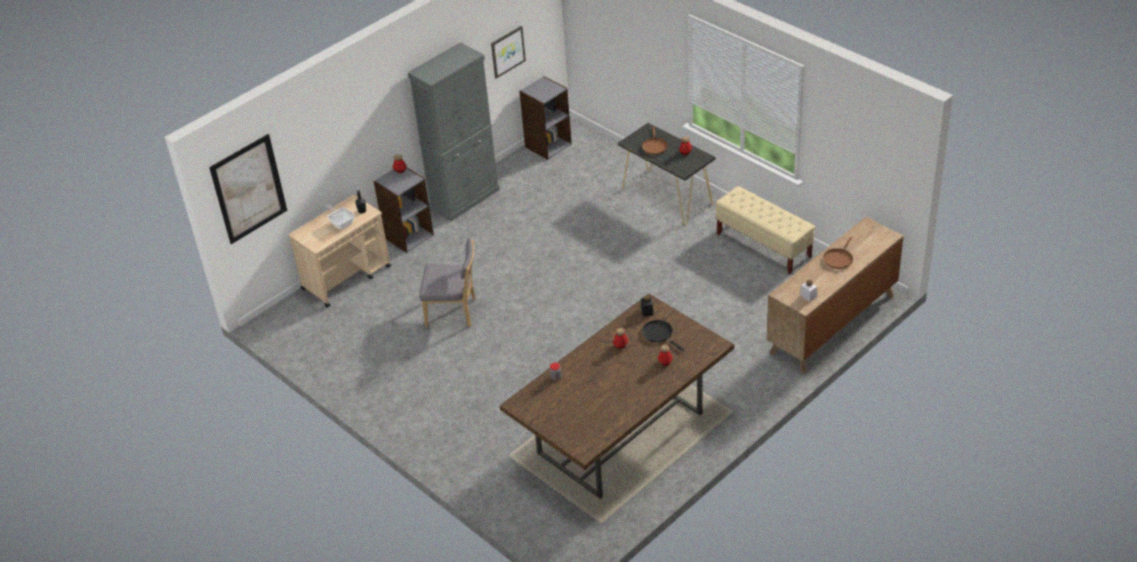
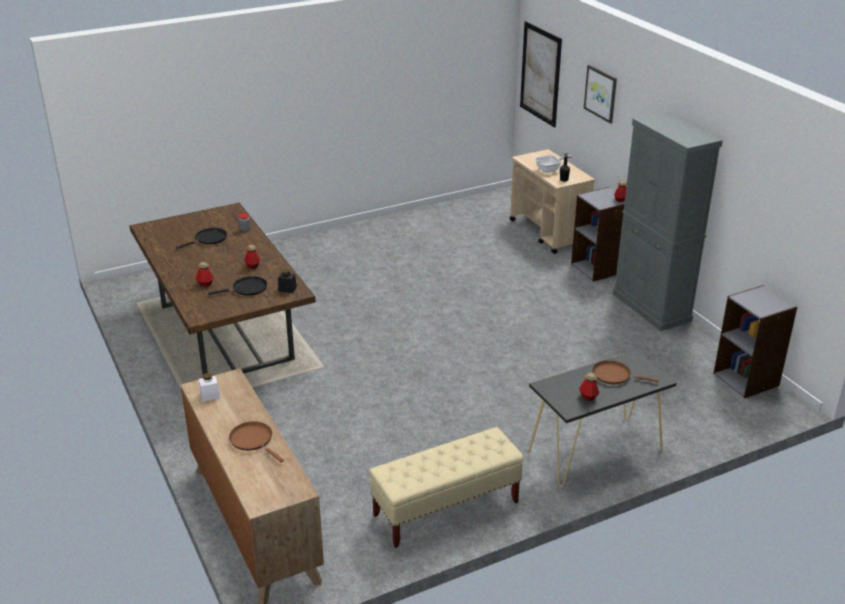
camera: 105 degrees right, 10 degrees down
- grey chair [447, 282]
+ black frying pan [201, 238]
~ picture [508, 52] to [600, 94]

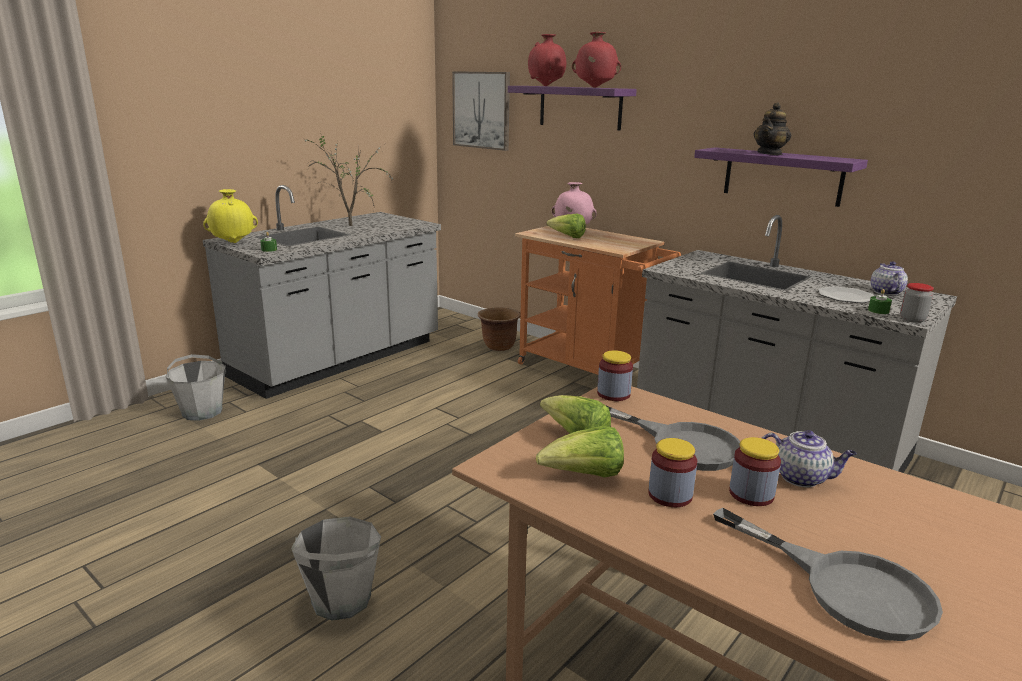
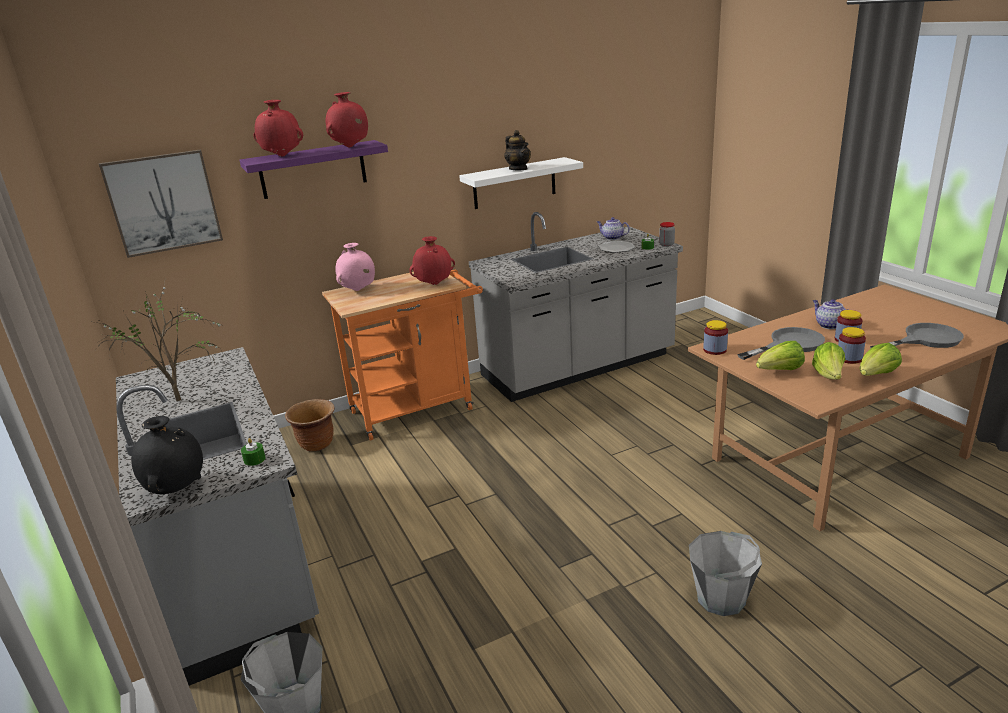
camera: 65 degrees left, 5 degrees up
+ red vase [432, 260]
~ lettuce [566, 226] to [881, 359]
~ yellow vase [230, 216] to black vase [167, 455]
~ purple shelf [781, 177] to white shelf [521, 183]
~ teapot [809, 458] = [830, 314] 75 degrees counterclockwise

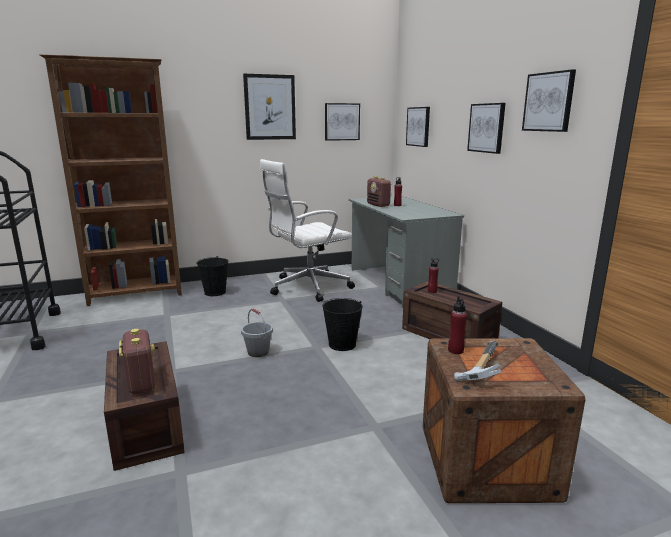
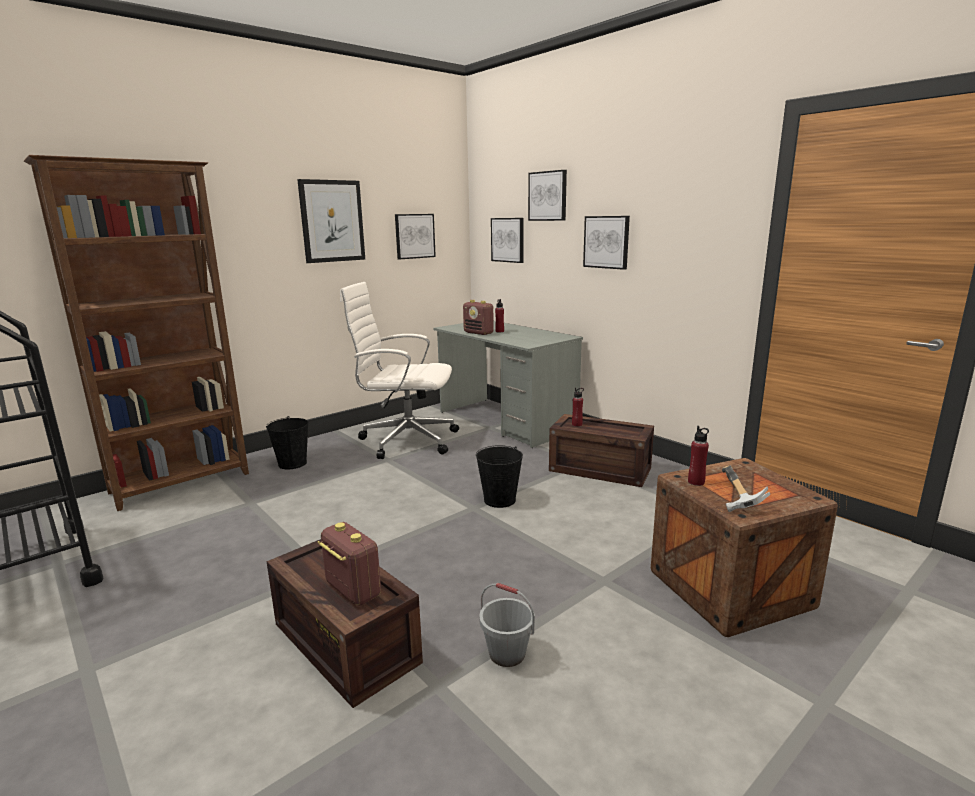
camera: 20 degrees left, 0 degrees up
~ grey bucket [257, 332] to [507, 625]
~ picture [549, 100] to [547, 195]
~ white office chair [307, 230] = [399, 370] 60 degrees clockwise

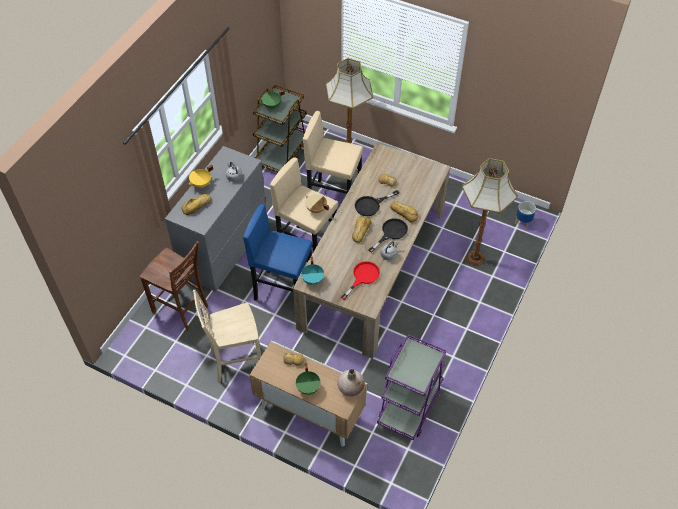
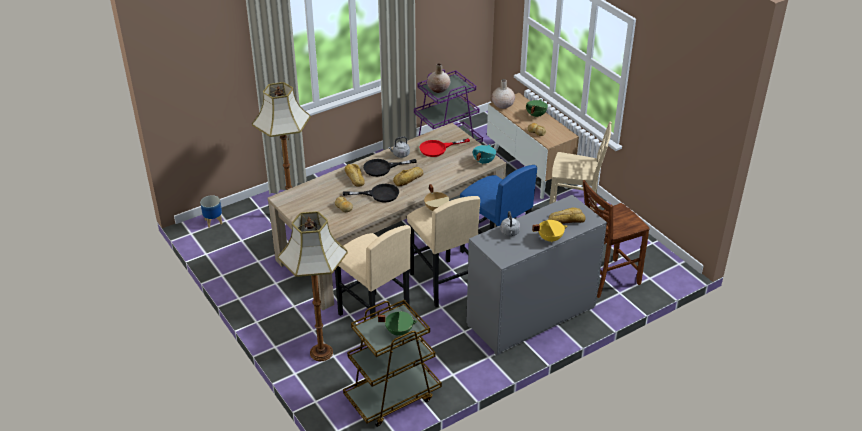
camera: 150 degrees left, 15 degrees down
+ beige vase [438, 78]
~ brown chair [174, 285] = [616, 239] 90 degrees counterclockwise

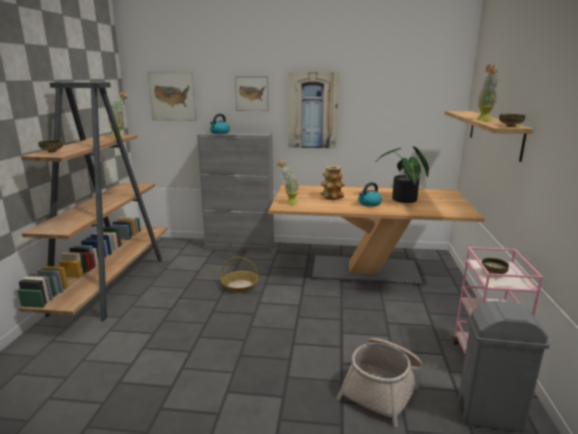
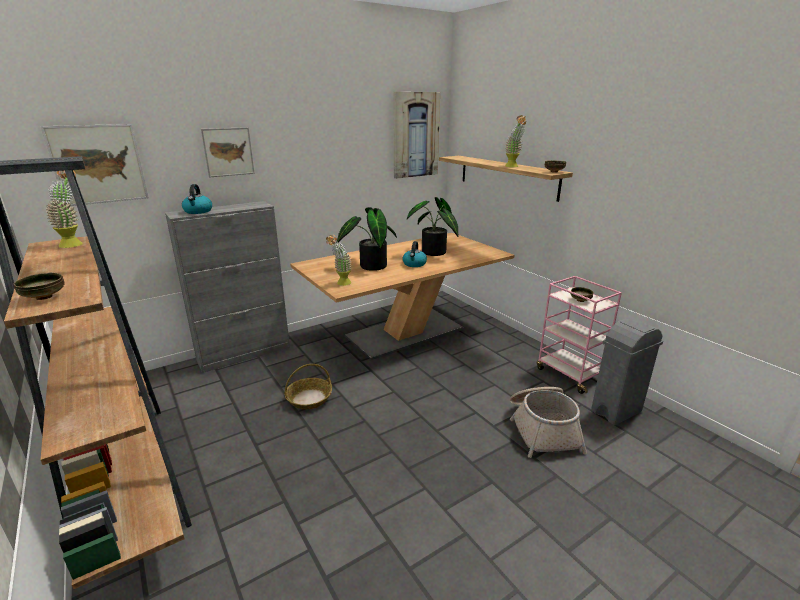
camera: 40 degrees left, 5 degrees up
~ picture [313, 110] to [416, 135]
~ vase [332, 183] to potted plant [367, 239]

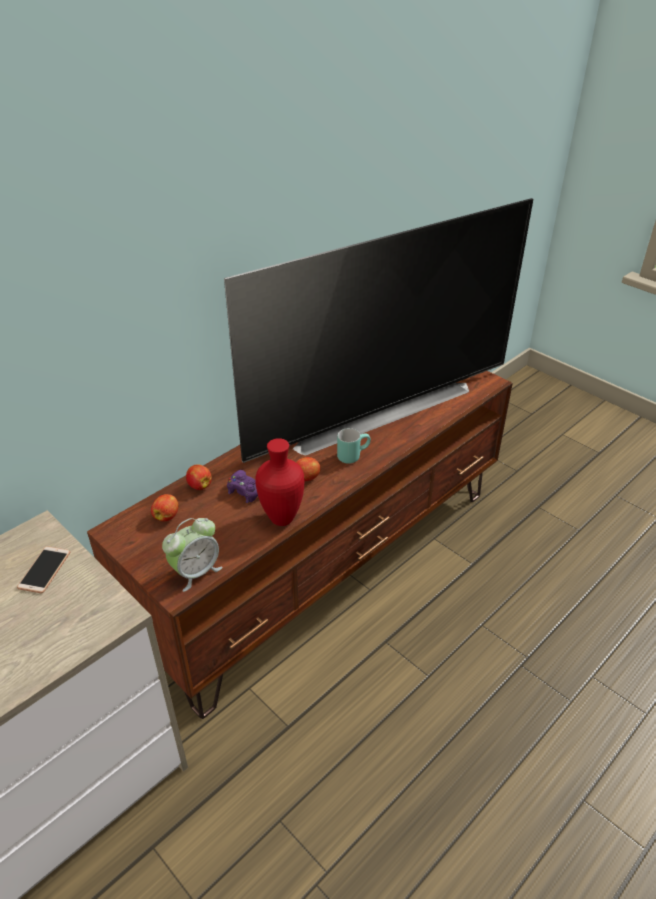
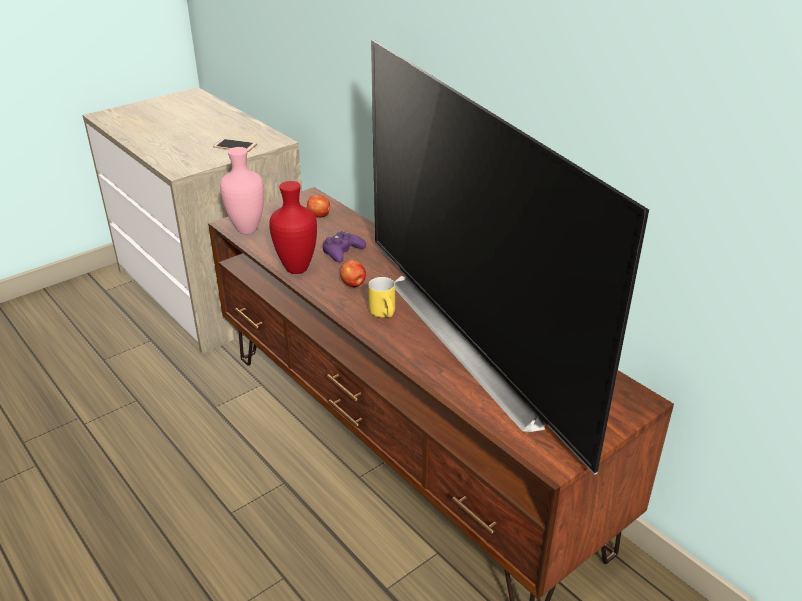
camera: 95 degrees right, 5 degrees down
- apple [199, 477]
~ alarm clock [192, 555] to pink vase [242, 190]
~ turquoise mug [354, 446] to yellow mug [381, 297]

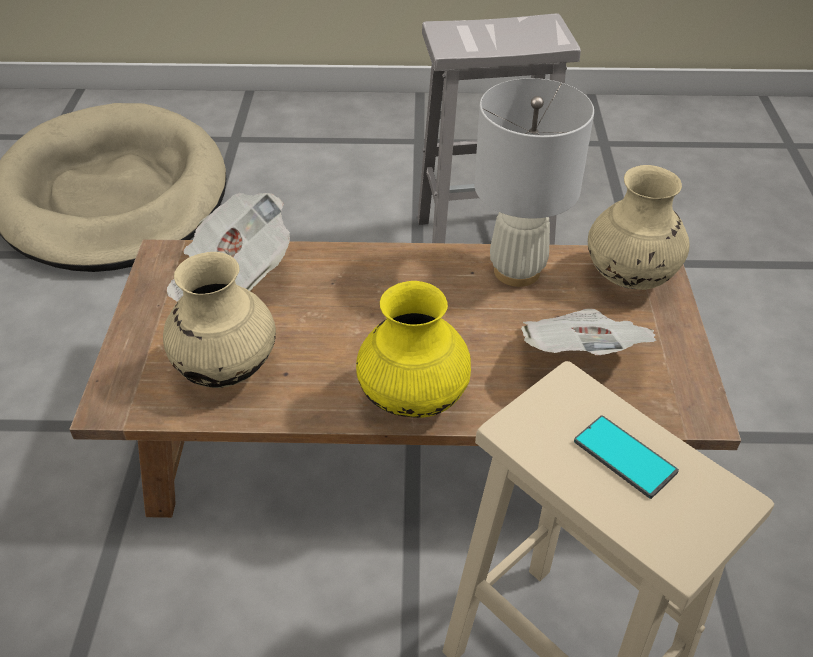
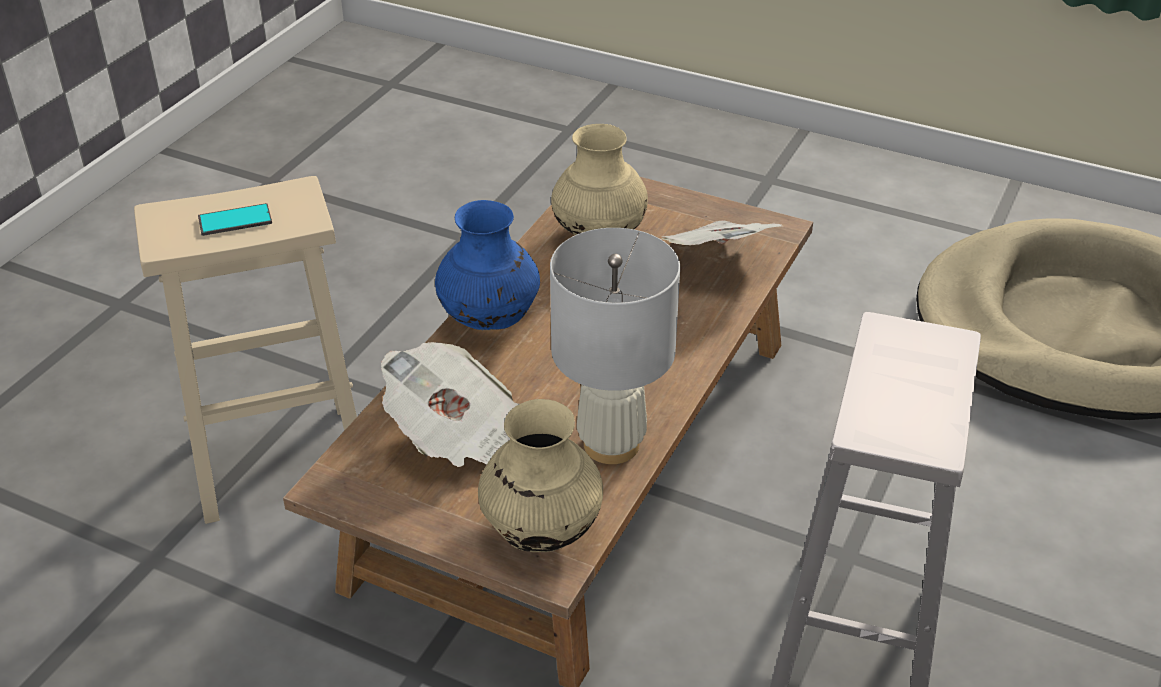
camera: 115 degrees right, 5 degrees down
~ yellow vase [413, 349] to blue vase [487, 265]

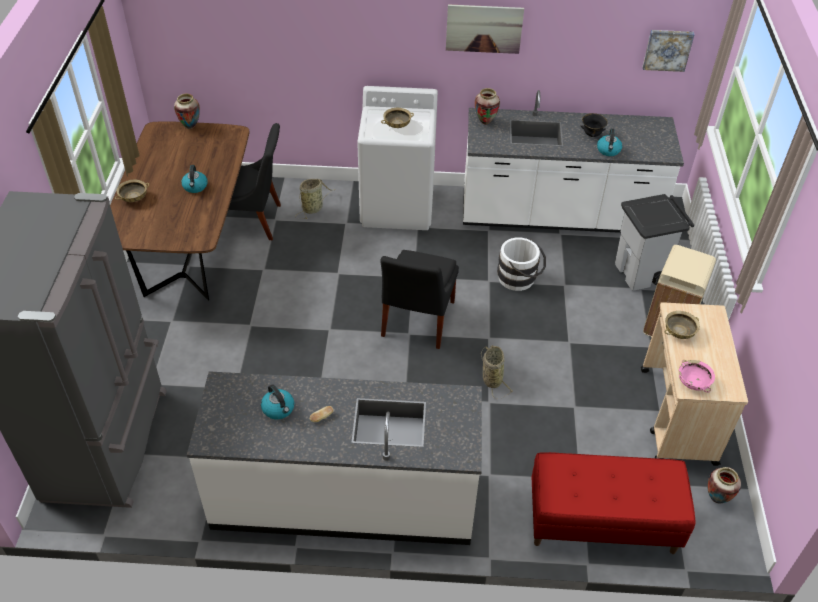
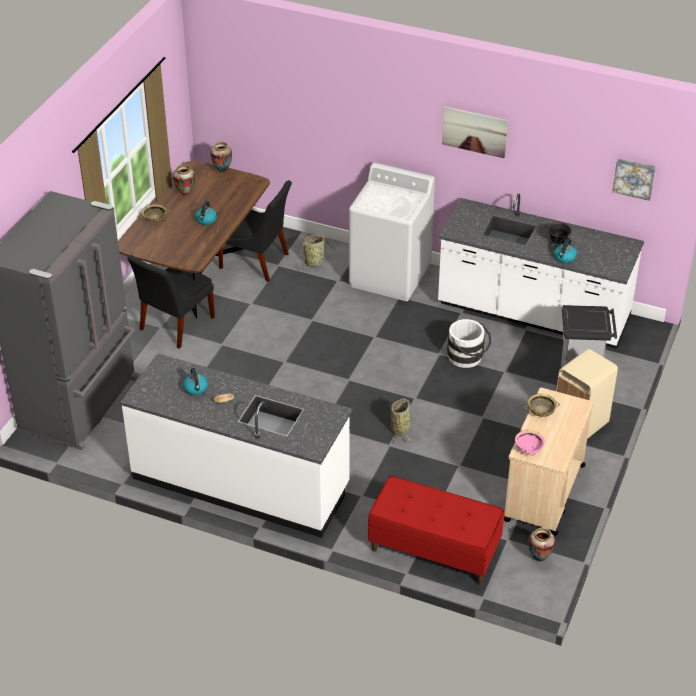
camera: 20 degrees right, 5 degrees down
- beige bowl [397, 118]
~ black chair [419, 299] to [171, 302]
~ vase [487, 106] to [184, 180]

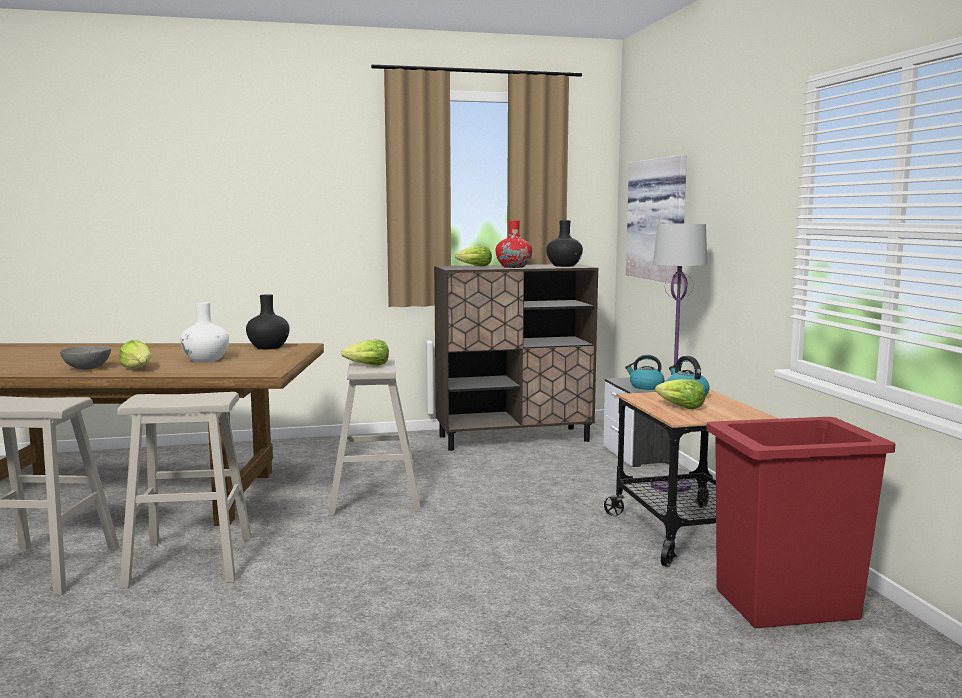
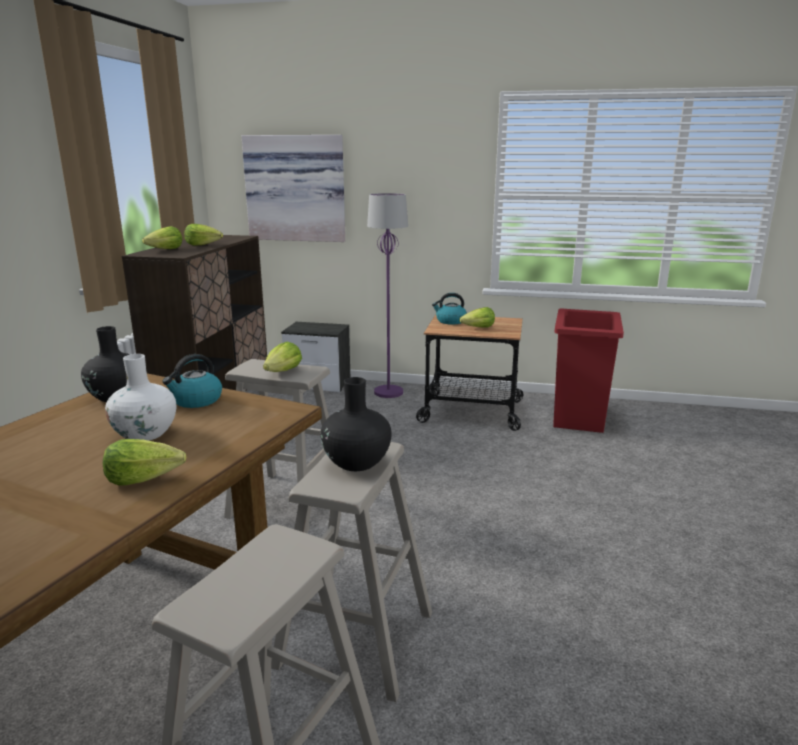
camera: 65 degrees left, 10 degrees up
- grey bowl [85, 358]
~ black vase [564, 243] to [355, 424]
~ kettle [644, 372] to [192, 381]
~ red vase [513, 244] to lettuce [203, 234]

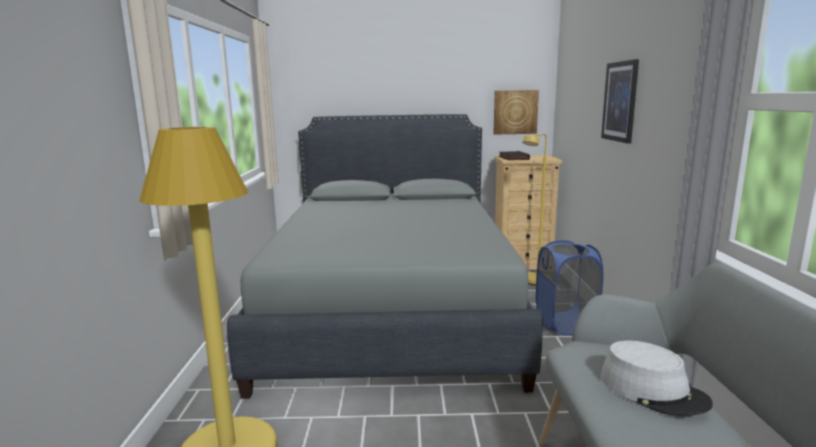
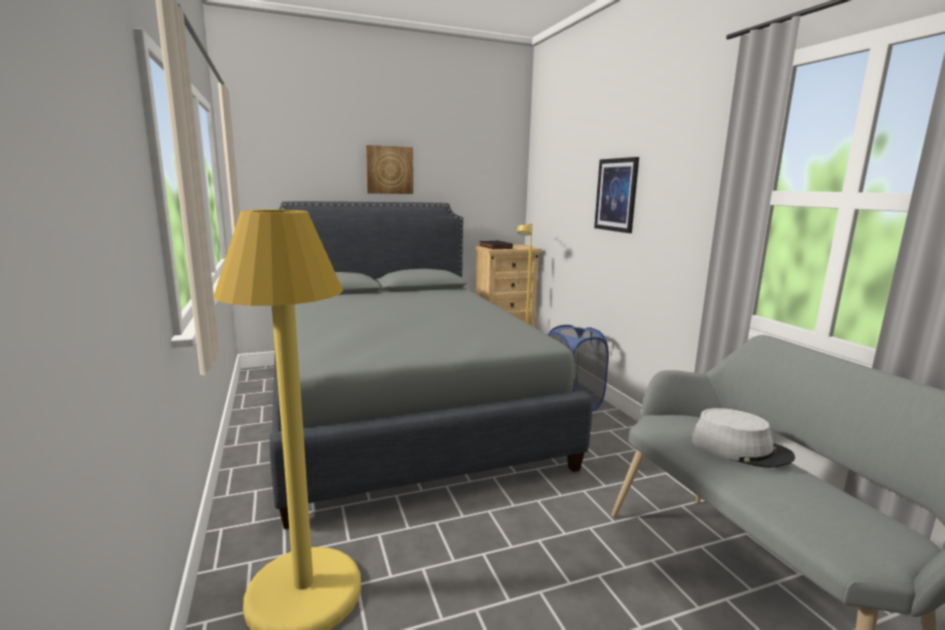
camera: 20 degrees left, 0 degrees up
~ picture [516, 112] to [389, 169]

